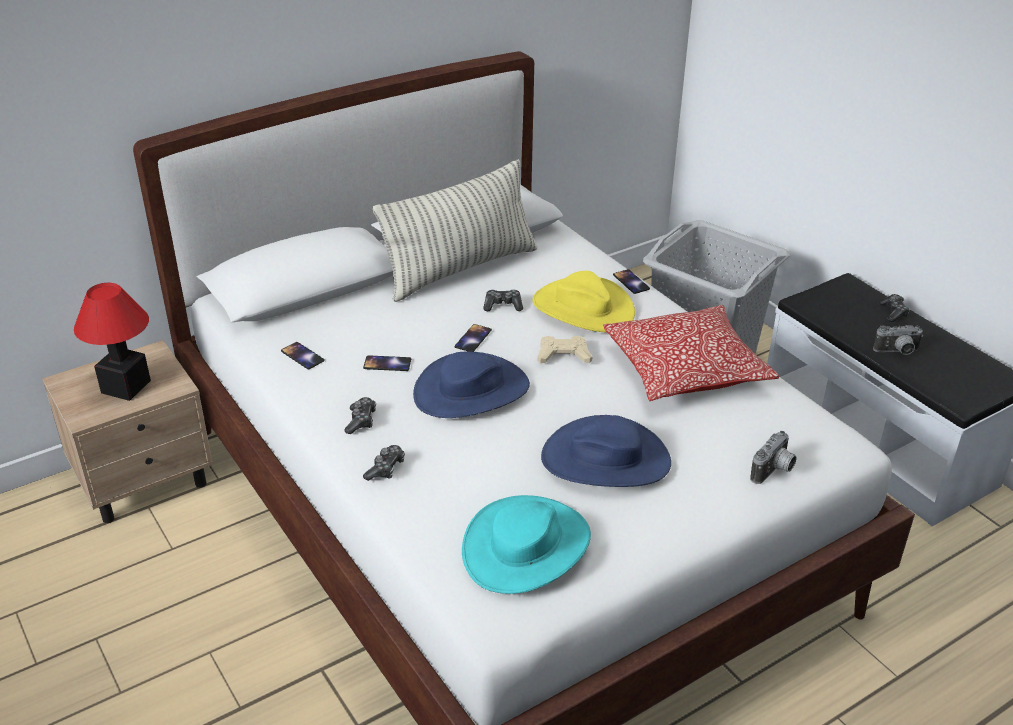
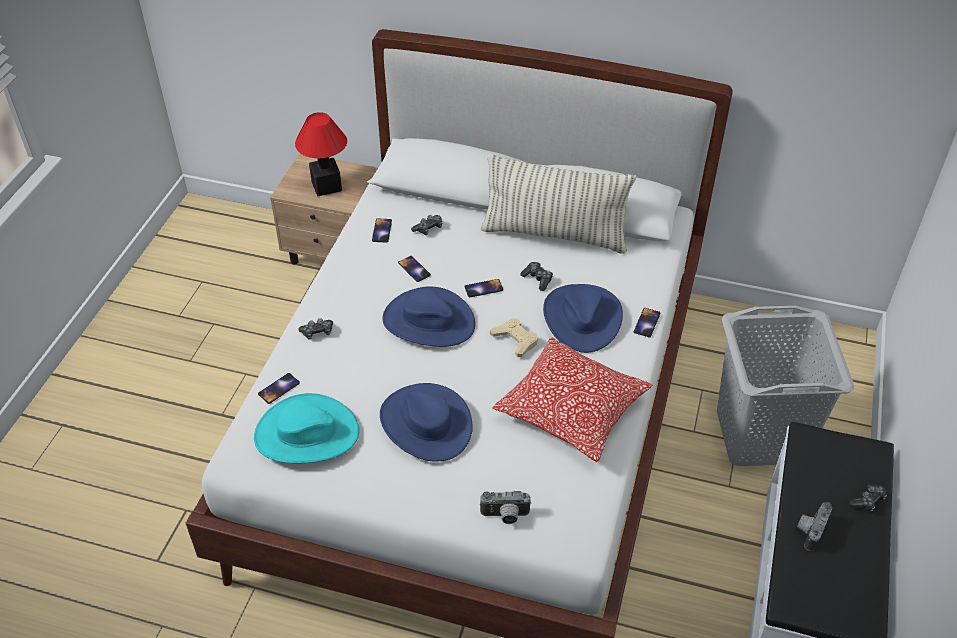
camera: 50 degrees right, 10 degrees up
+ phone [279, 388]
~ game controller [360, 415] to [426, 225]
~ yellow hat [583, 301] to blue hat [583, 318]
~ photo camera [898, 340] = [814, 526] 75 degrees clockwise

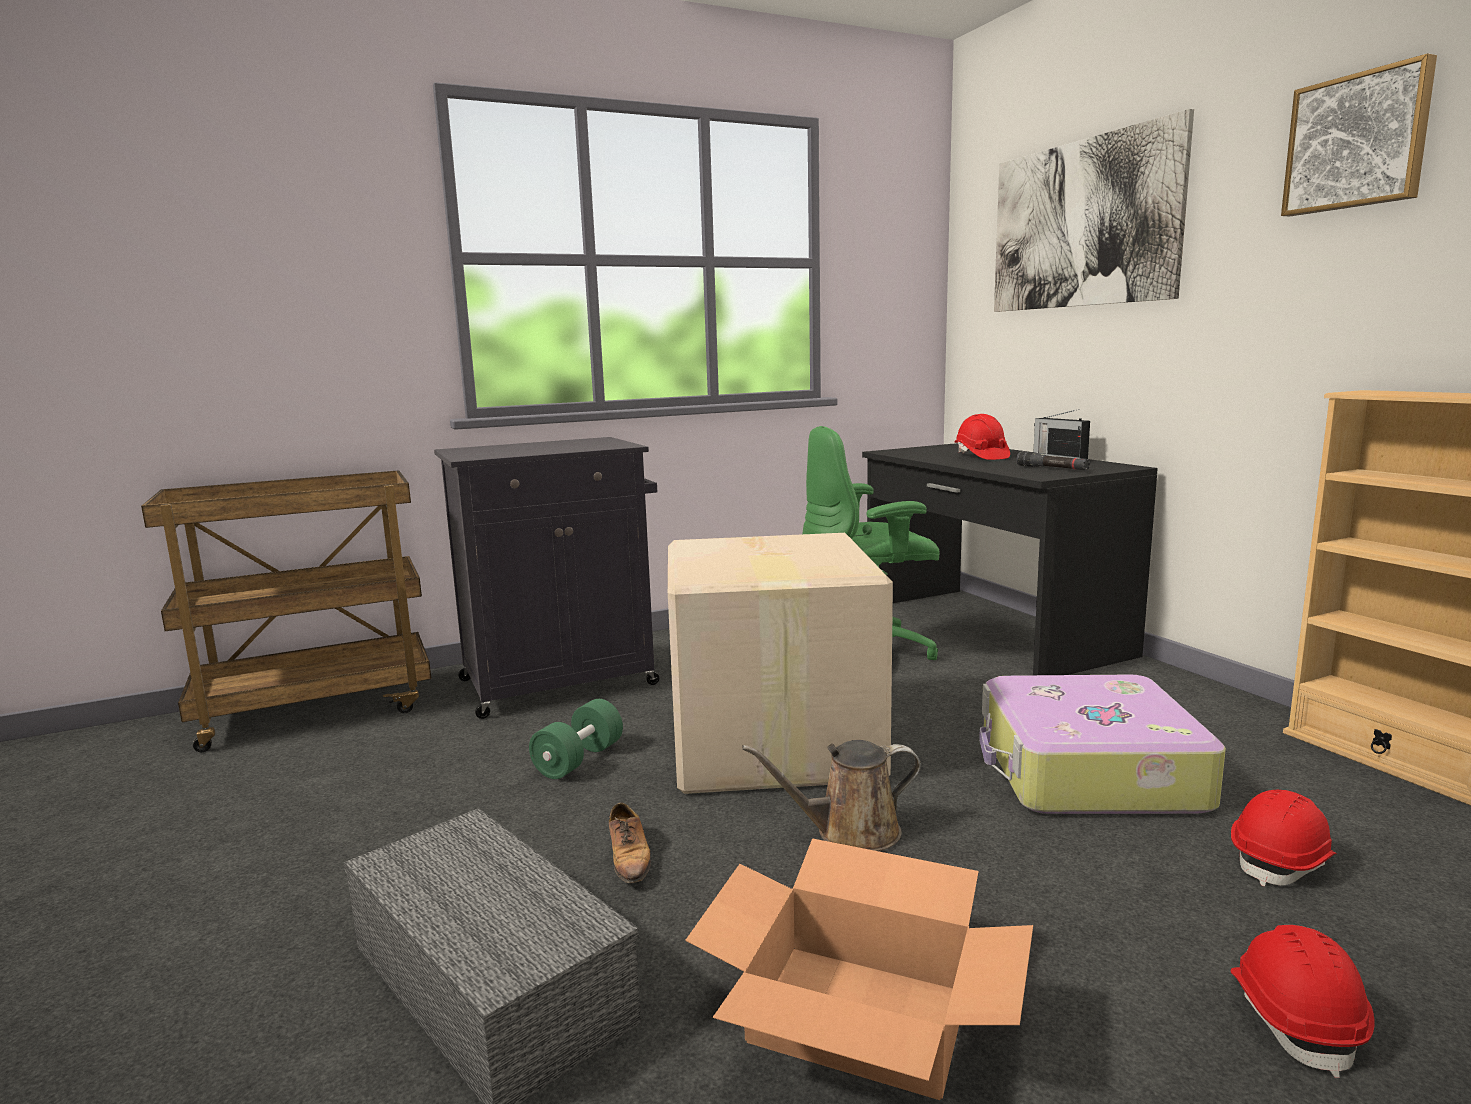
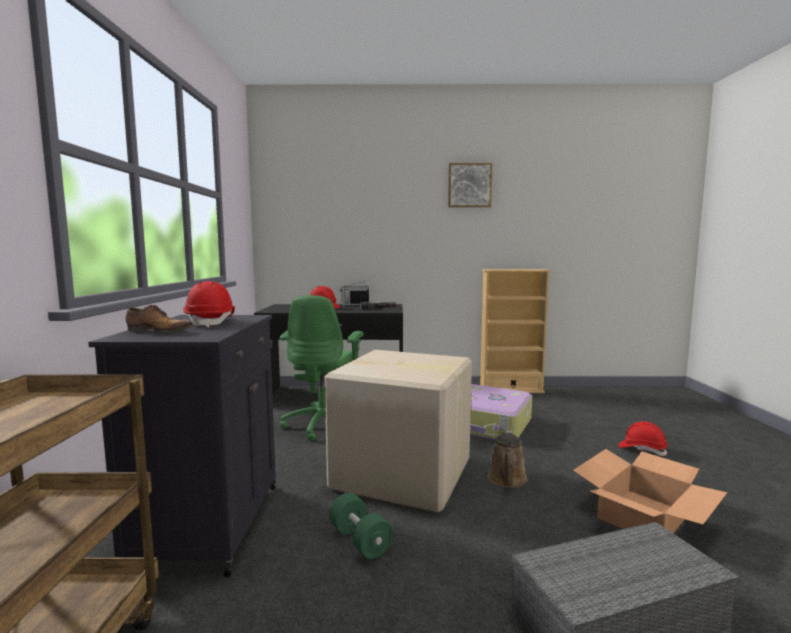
camera: 65 degrees left, 5 degrees down
- picture [1094, 210]
~ shoe [630, 843] to [159, 318]
~ red hard hat [1284, 838] to [209, 304]

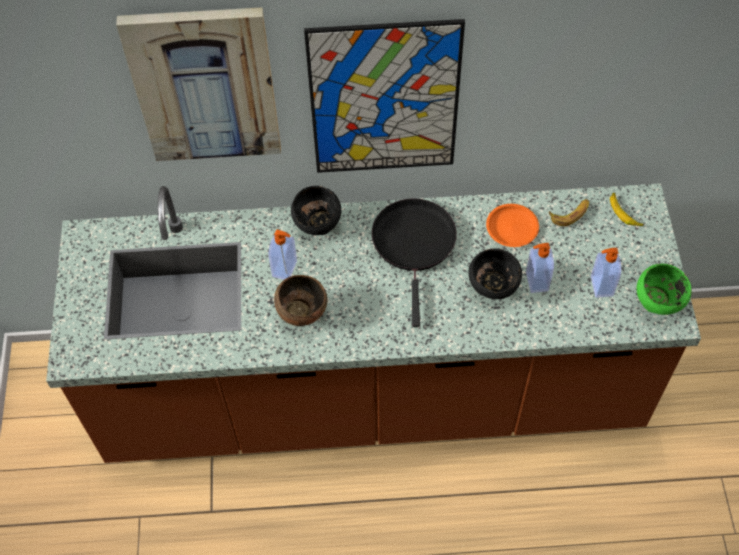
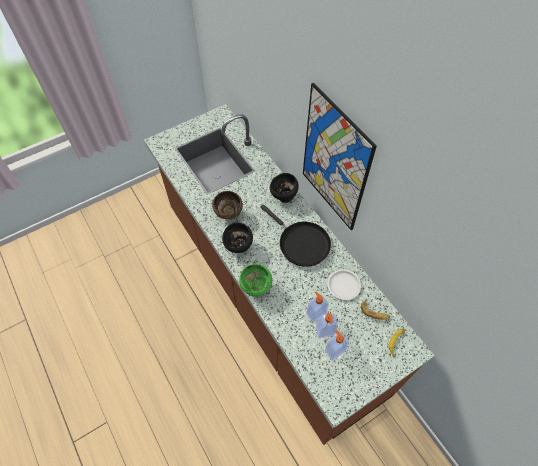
camera: 60 degrees right, 0 degrees up
- picture [198, 84]
~ soap dispenser [282, 255] to [327, 326]
~ black bowl [495, 273] to [237, 237]
~ green bowl [664, 289] to [255, 280]
~ orange plate [512, 225] to white plate [344, 284]
~ black frying pan [414, 262] = [296, 236] 75 degrees clockwise

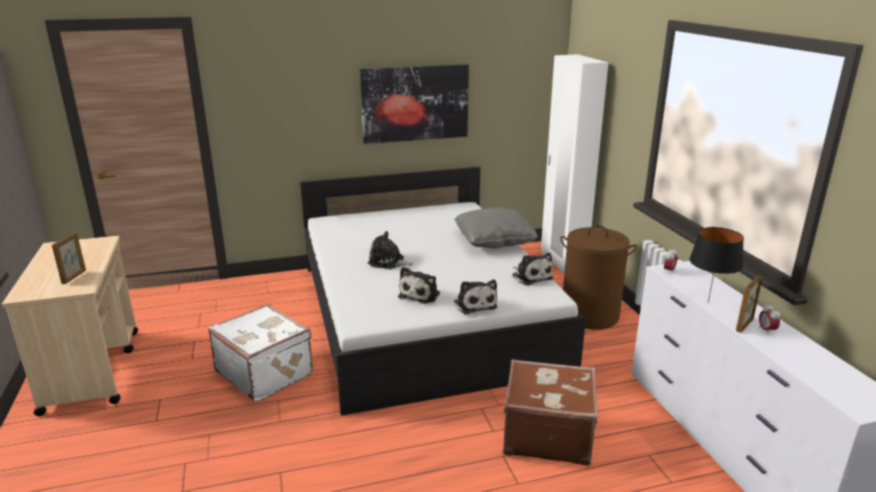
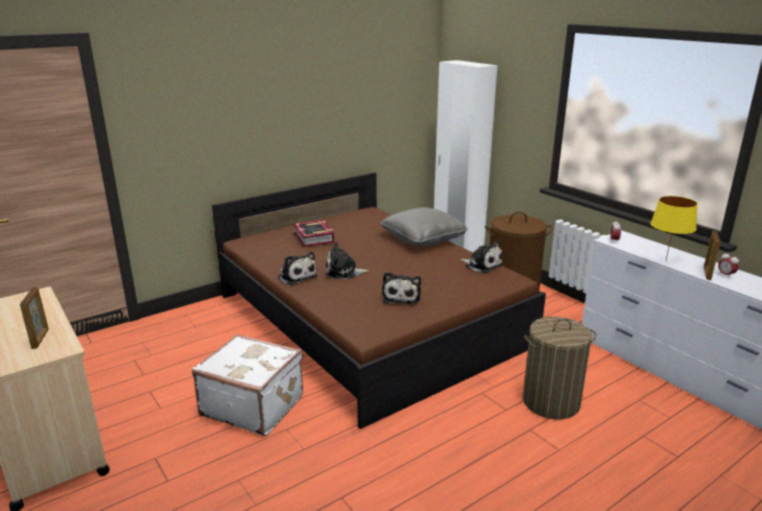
camera: 20 degrees left, 0 degrees up
- picture [414, 104]
+ book [314, 233]
~ plush toy [475, 297] to [298, 268]
~ brown suitcase [550, 412] to laundry basket [559, 367]
~ white bed [443, 291] to brown bed [379, 300]
~ black table lamp [716, 265] to yellow table lamp [674, 228]

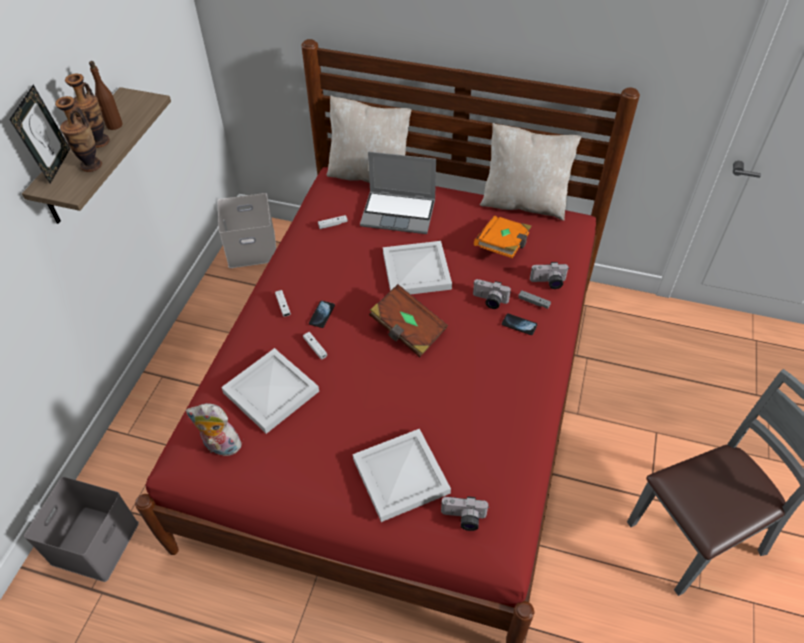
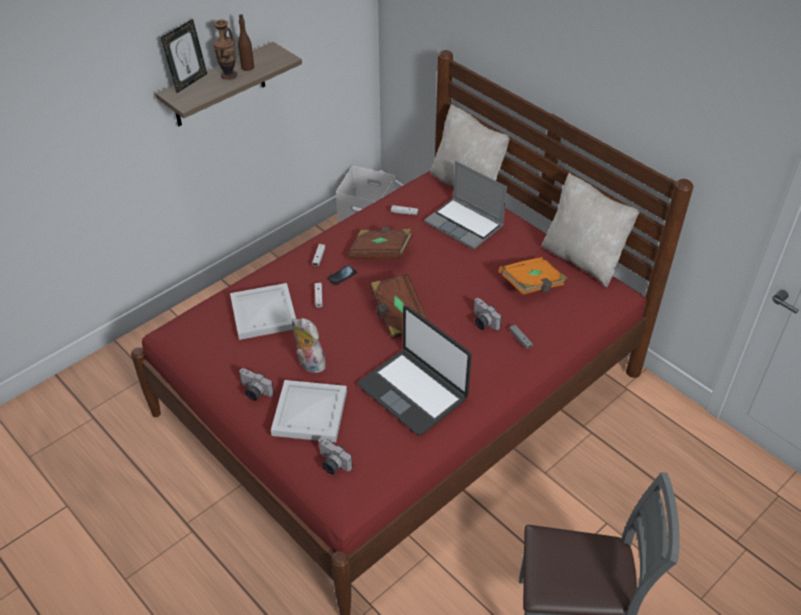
camera: 30 degrees right, 5 degrees down
- grey storage box [81, 529]
- vase [78, 134]
- white tray [417, 267]
- phone [519, 324]
+ brown book [380, 243]
+ laptop [414, 371]
~ plush toy [214, 431] to [309, 345]
~ photo camera [549, 275] to [256, 384]

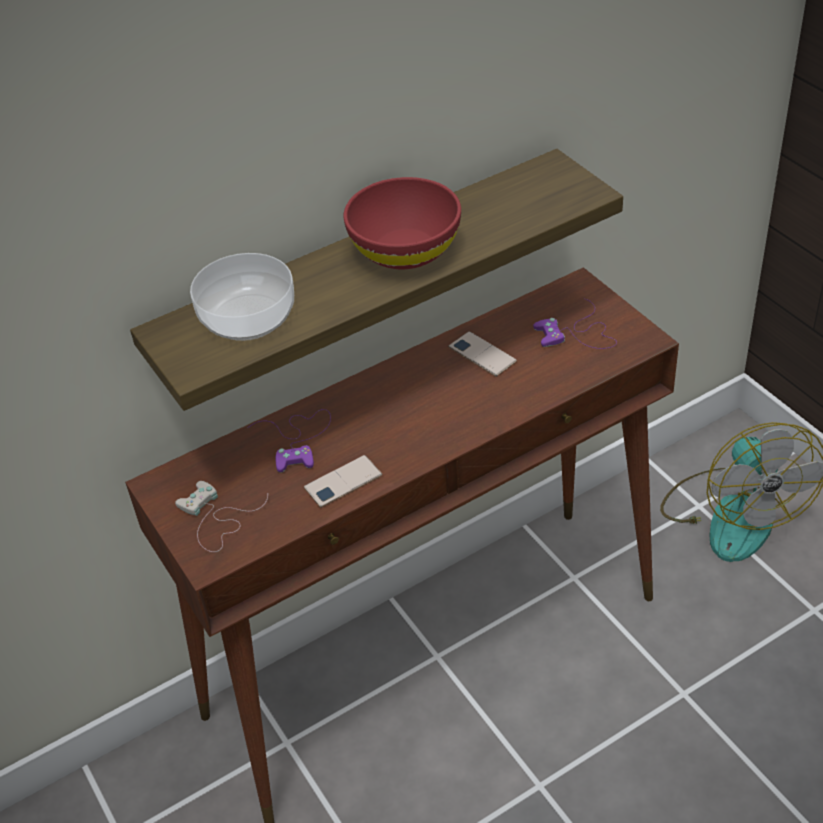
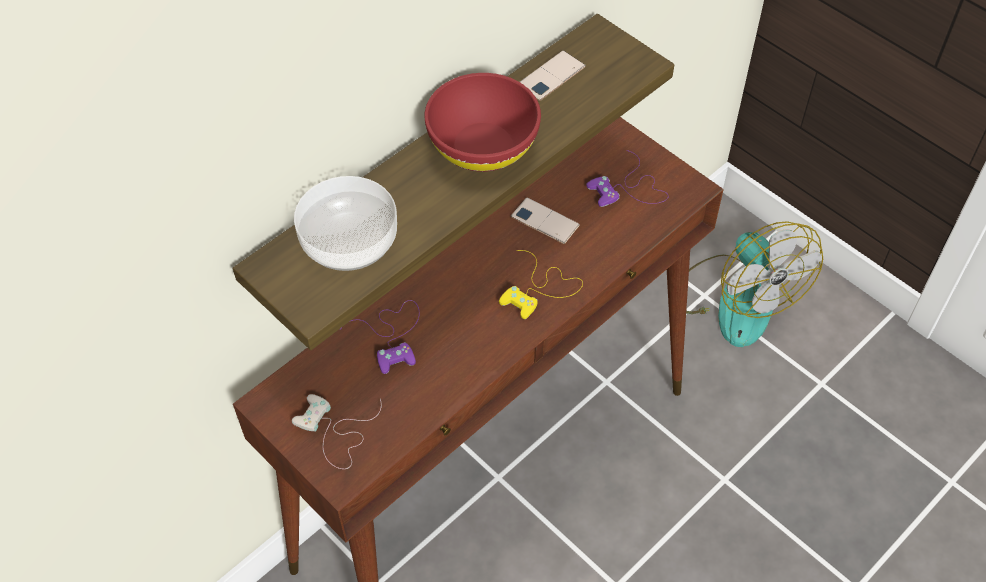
camera: 15 degrees left, 10 degrees up
+ yellow game controller [541, 284]
~ phone [343, 481] to [553, 76]

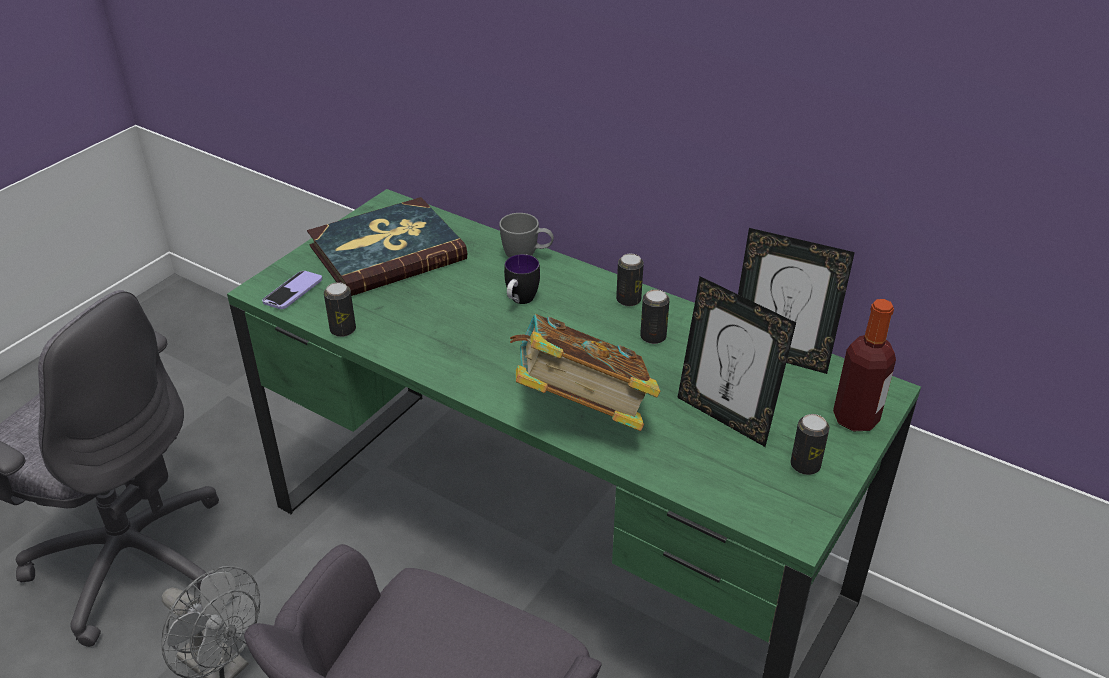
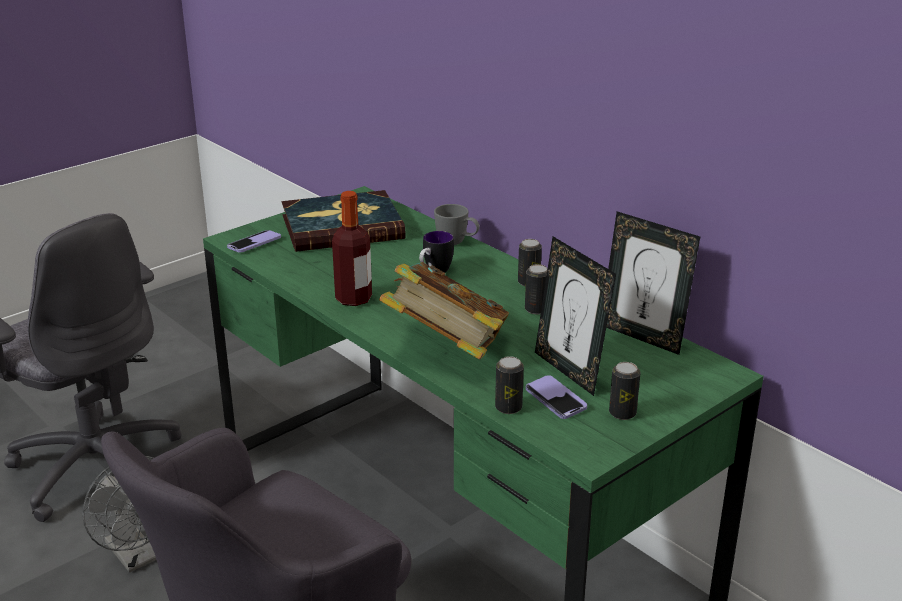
camera: 15 degrees right, 10 degrees down
+ phone [556, 397]
~ can [340, 309] to [509, 385]
~ bottle [864, 365] to [352, 248]

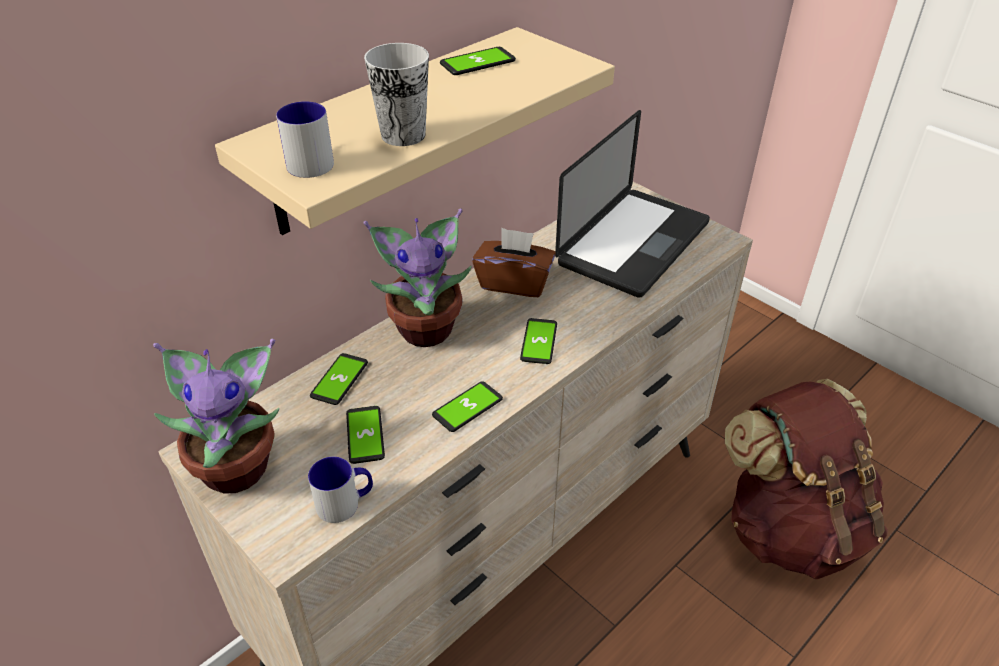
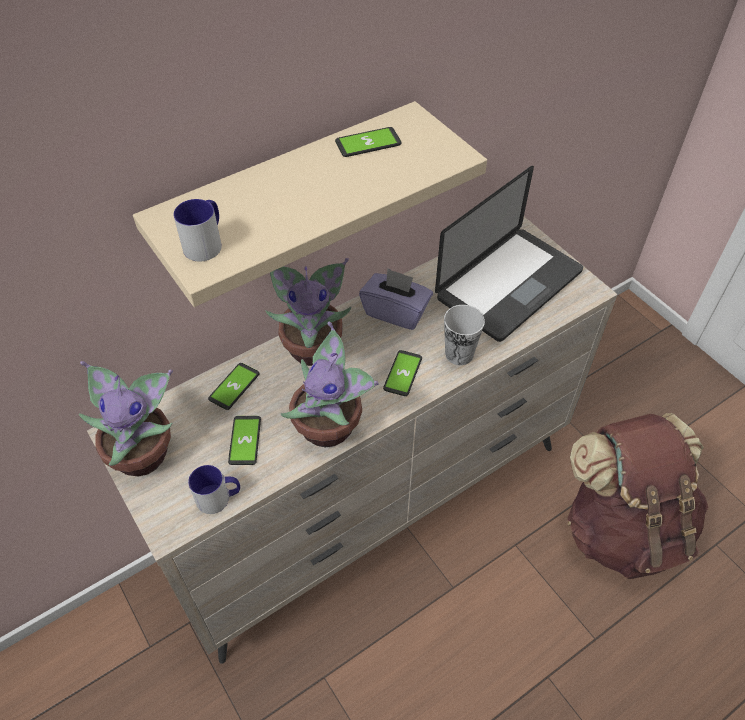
camera: 10 degrees right, 10 degrees up
~ cup [396, 94] to [464, 335]
~ phone [467, 406] to potted plant [329, 384]
~ brown tissue box [514, 262] to purple tissue box [396, 299]

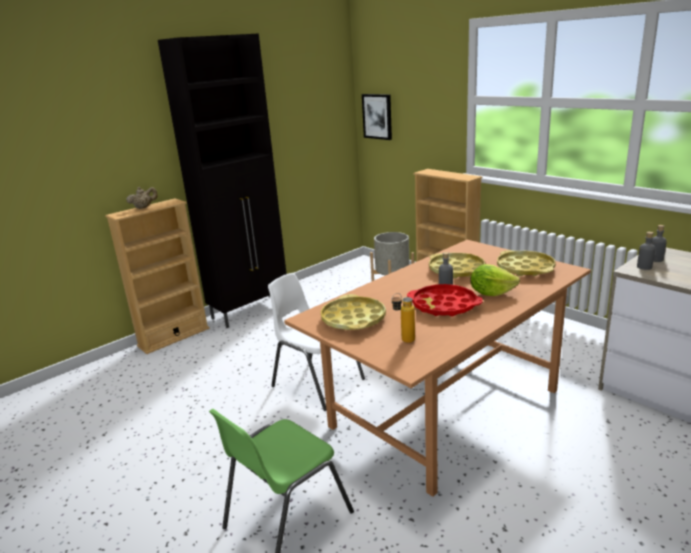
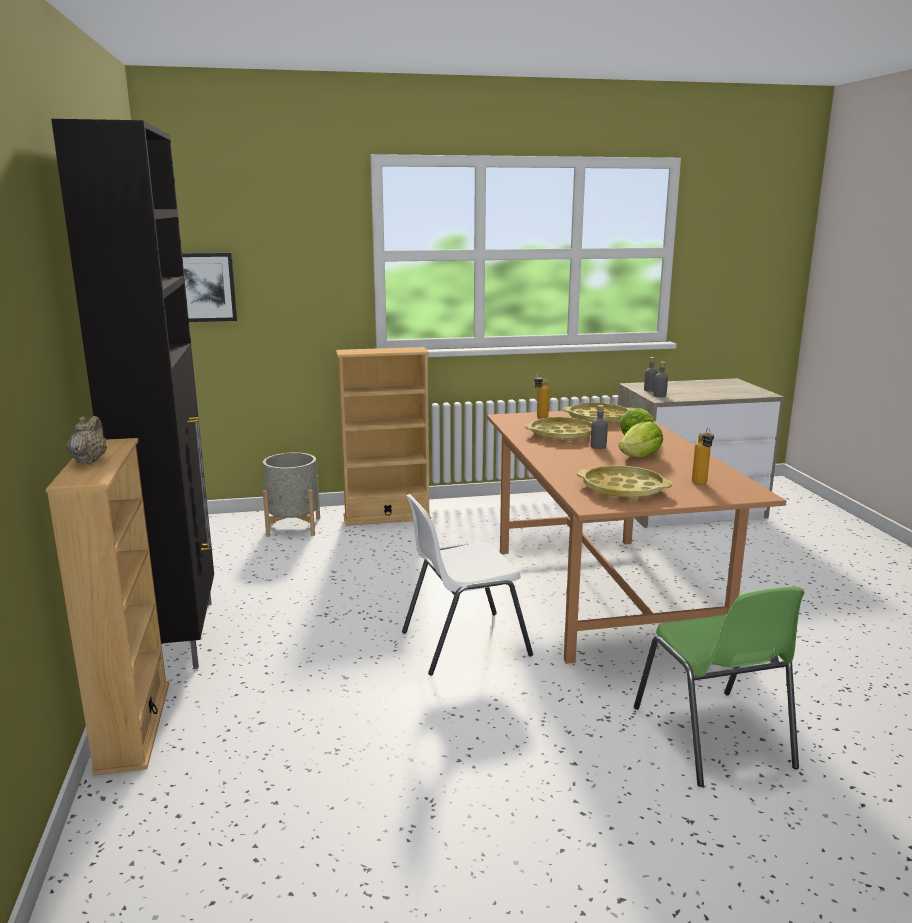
camera: 60 degrees left, 5 degrees down
+ bottle [541, 395]
~ red tray [445, 300] to lettuce [641, 439]

